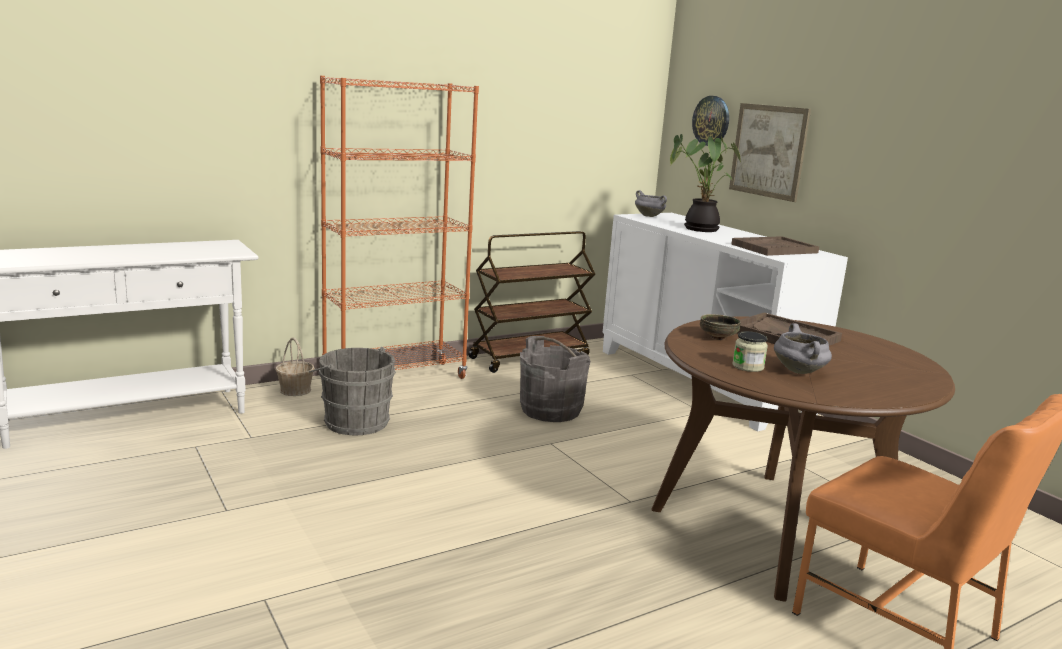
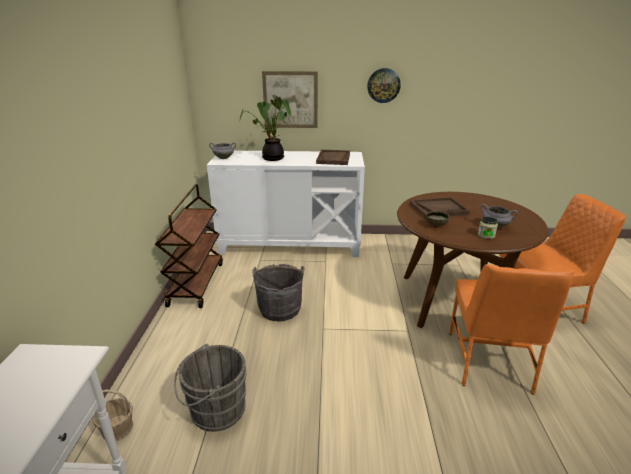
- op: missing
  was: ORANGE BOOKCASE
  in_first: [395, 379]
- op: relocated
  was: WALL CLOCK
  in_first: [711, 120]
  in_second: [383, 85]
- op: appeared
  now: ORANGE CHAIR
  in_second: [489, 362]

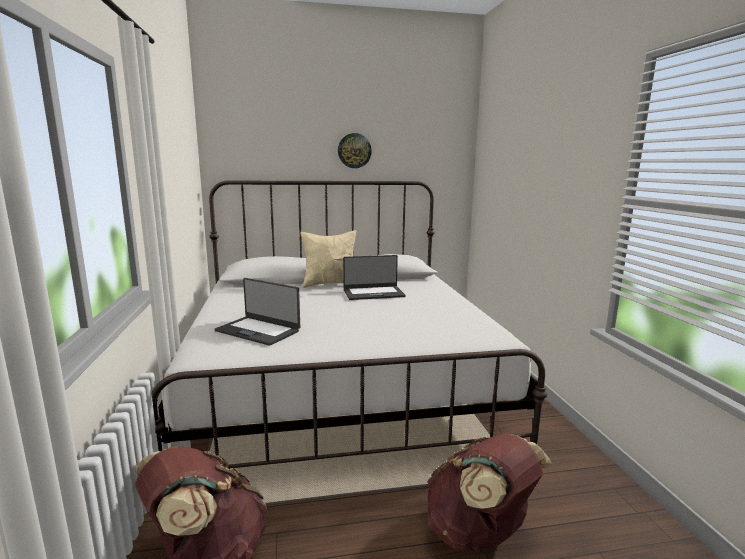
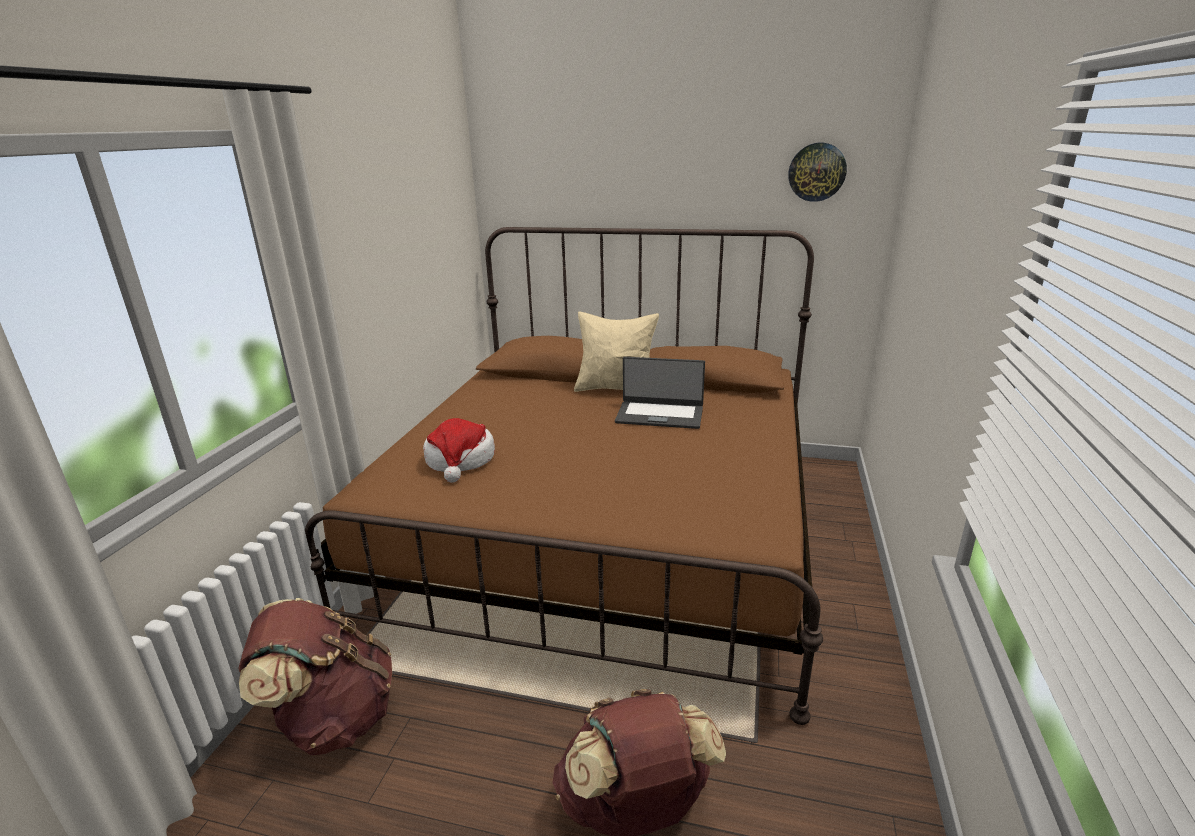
- op: colour
  was: WHITE BED
  now: BROWN BED
  in_first: [340, 383]
  in_second: [604, 530]
- op: exchanged
  was: LAPTOP
  now: HAT
  in_first: [258, 330]
  in_second: [460, 460]
- op: relocated
  was: WALL CLOCK
  in_first: [354, 150]
  in_second: [817, 172]

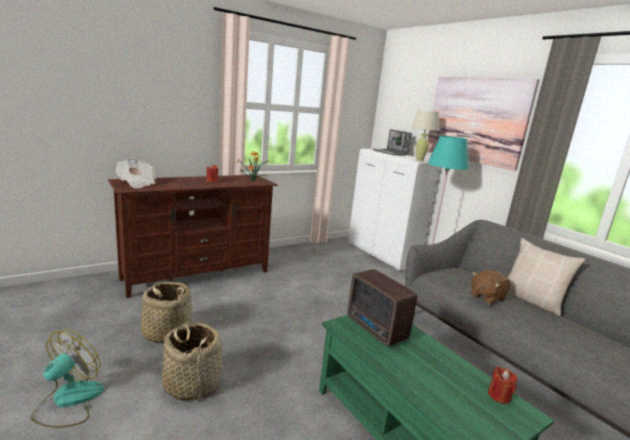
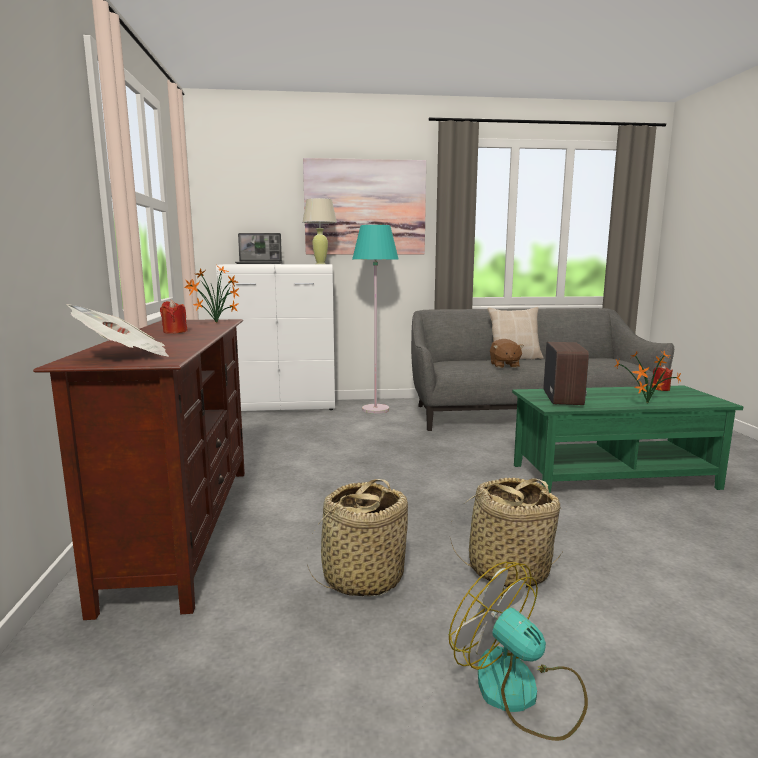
- op: spun
  was: RADIO
  in_first: [376, 329]
  in_second: [563, 398]
  clockwise: -75
- op: appeared
  now: POTTED PLANT
  in_second: [646, 403]

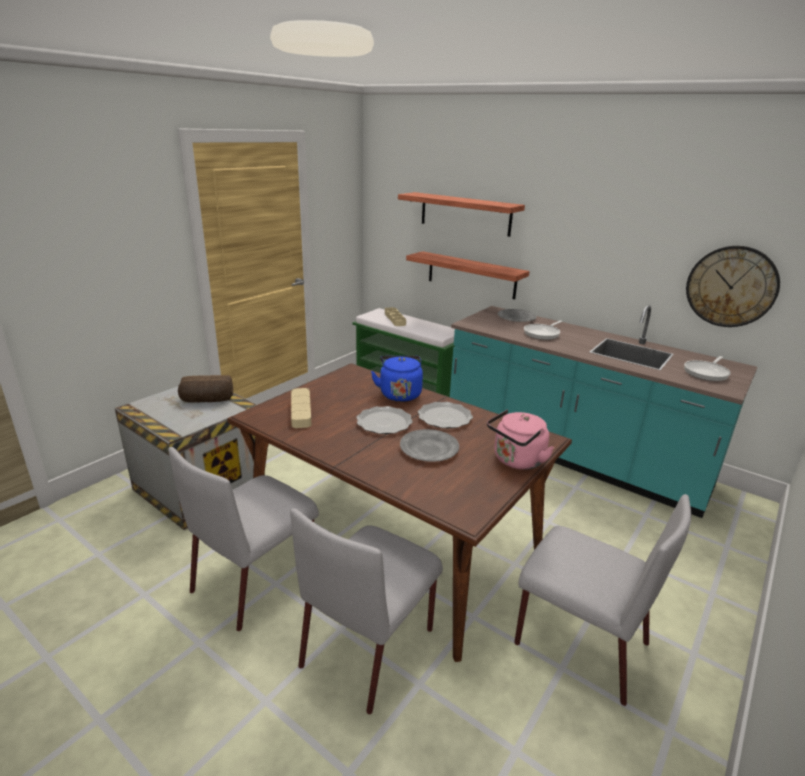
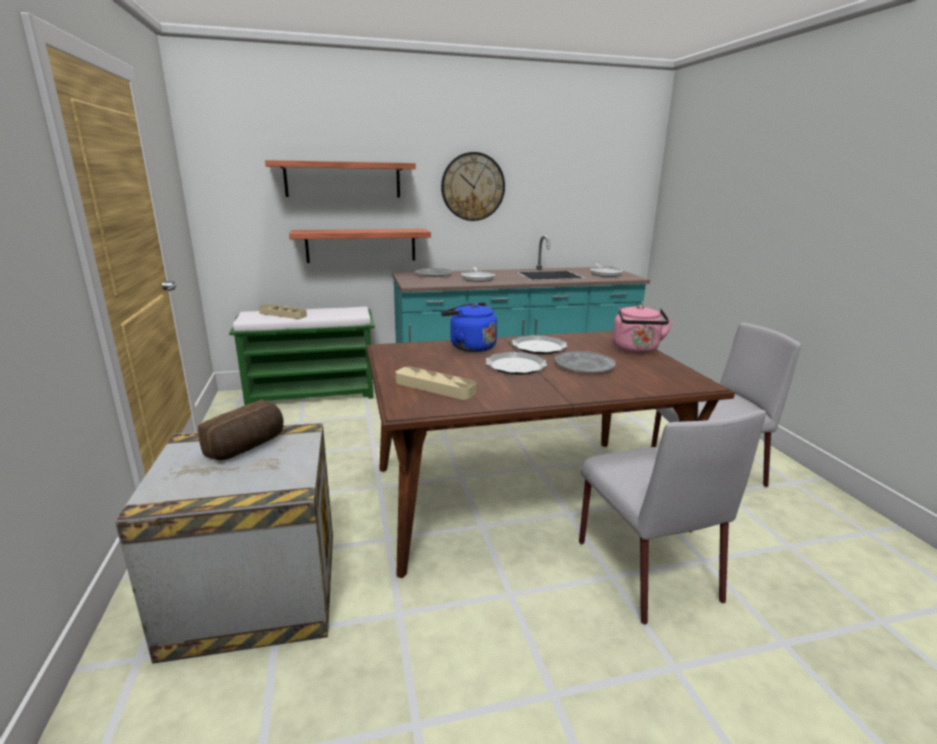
- op: missing
  was: GREY CHAIR
  in_first: [256, 579]
- op: relocated
  was: WALL CLOCK
  in_first: [731, 286]
  in_second: [473, 187]

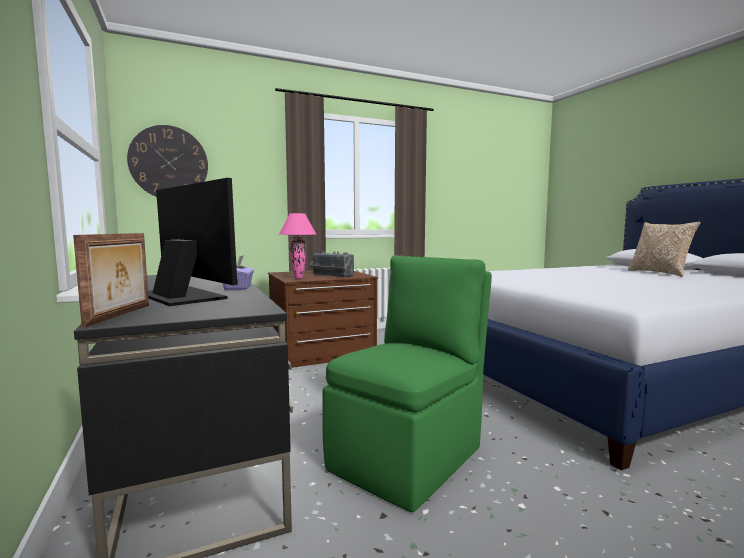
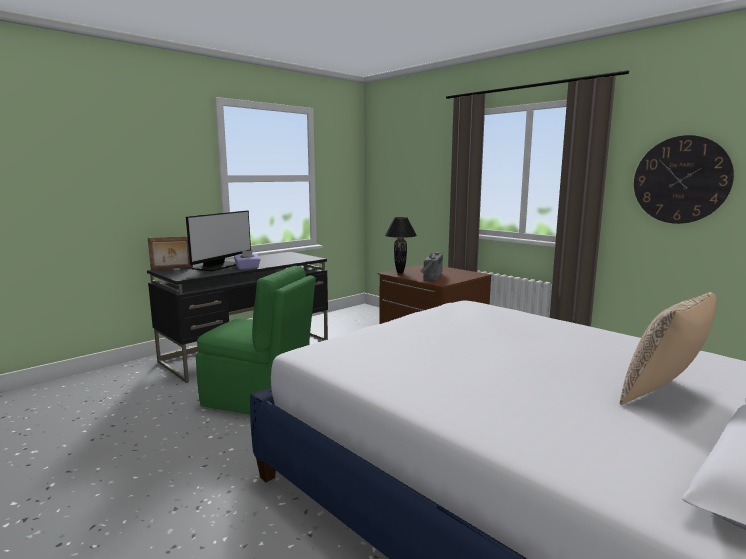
- op: relocated
  was: WALL CLOCK
  in_first: [169, 163]
  in_second: [681, 180]
- op: colour
  was: PINK TABLE LAMP
  now: BLACK TABLE LAMP
  in_first: [298, 278]
  in_second: [400, 272]

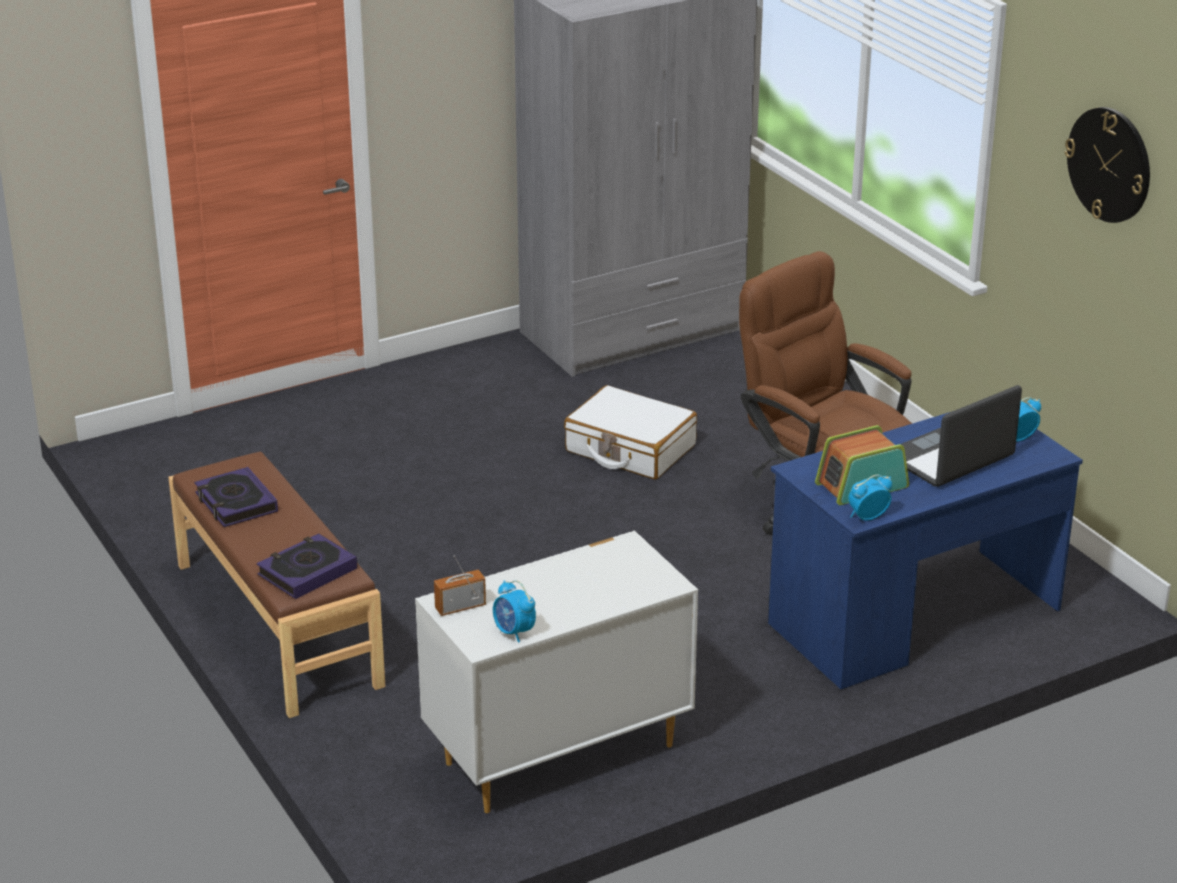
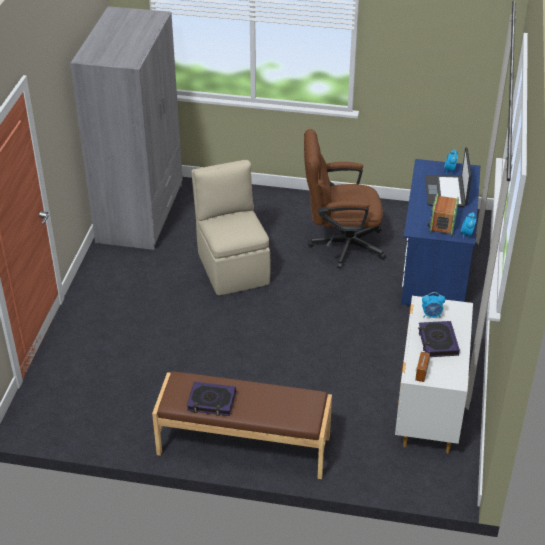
- op: relocated
  was: BOOK
  in_first: [307, 572]
  in_second: [437, 342]
- op: relocated
  was: ALARM CLOCK
  in_first: [514, 632]
  in_second: [431, 315]
- op: exchanged
  was: WHITE SUITCASE
  now: BEIGE CHAIR
  in_first: [630, 449]
  in_second: [232, 267]
- op: missing
  was: WALL CLOCK
  in_first: [1109, 164]

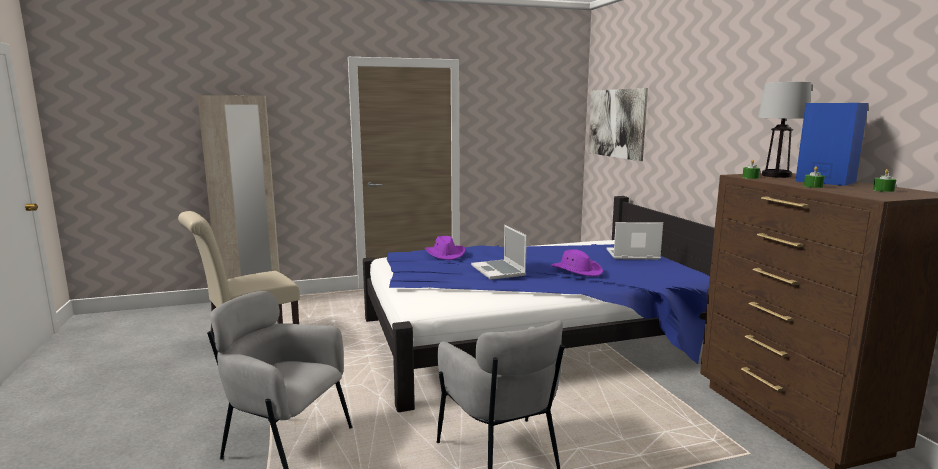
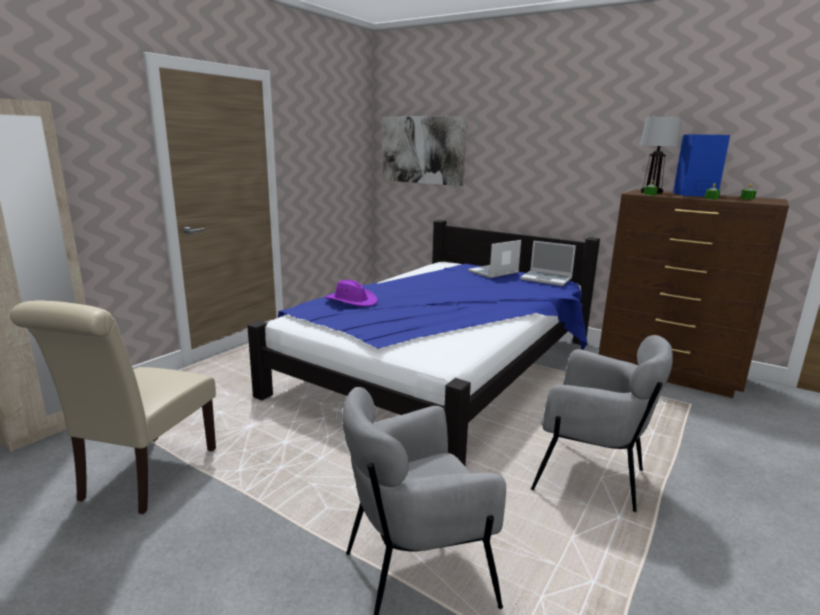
- op: relocated
  was: LAPTOP
  in_first: [499, 271]
  in_second: [547, 279]
- op: missing
  was: PURPLE HAT
  in_first: [576, 270]

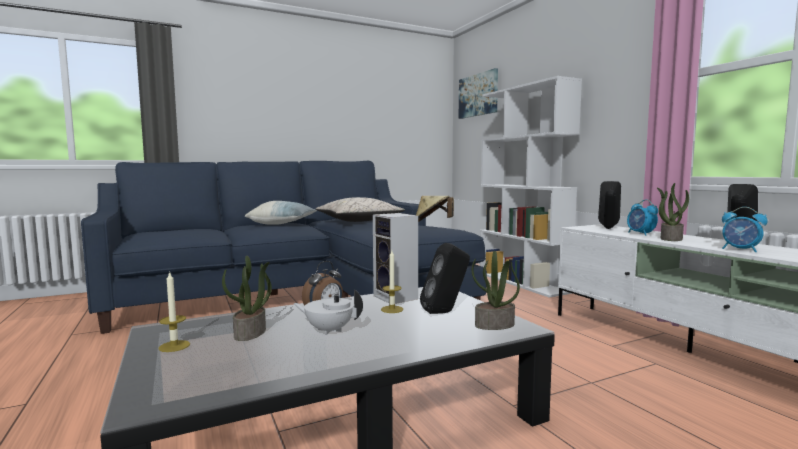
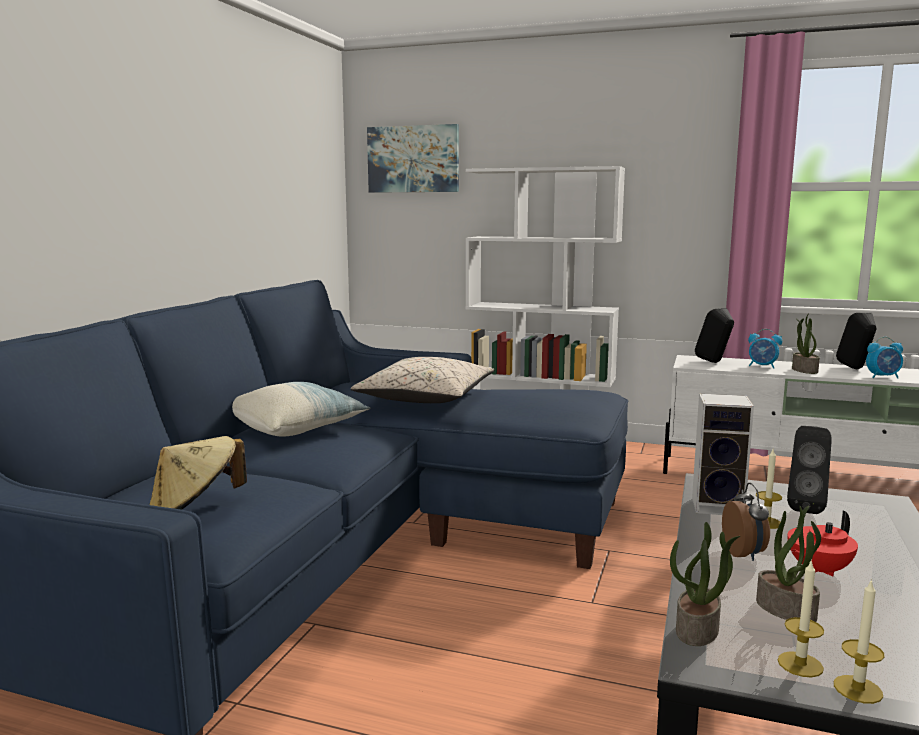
- op: colour
  was: WHITE TEAPOT
  now: RED TEAPOT
  in_first: [329, 330]
  in_second: [817, 570]
- op: relocated
  was: BEIGE HAT
  in_first: [432, 223]
  in_second: [195, 508]
- op: relocated
  was: POTTED PLANT
  in_first: [494, 325]
  in_second: [698, 630]
- op: appeared
  now: CANDLE
  in_second: [857, 689]

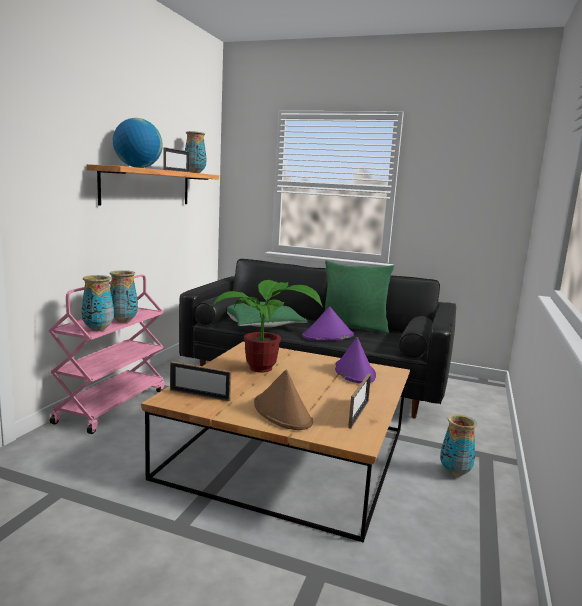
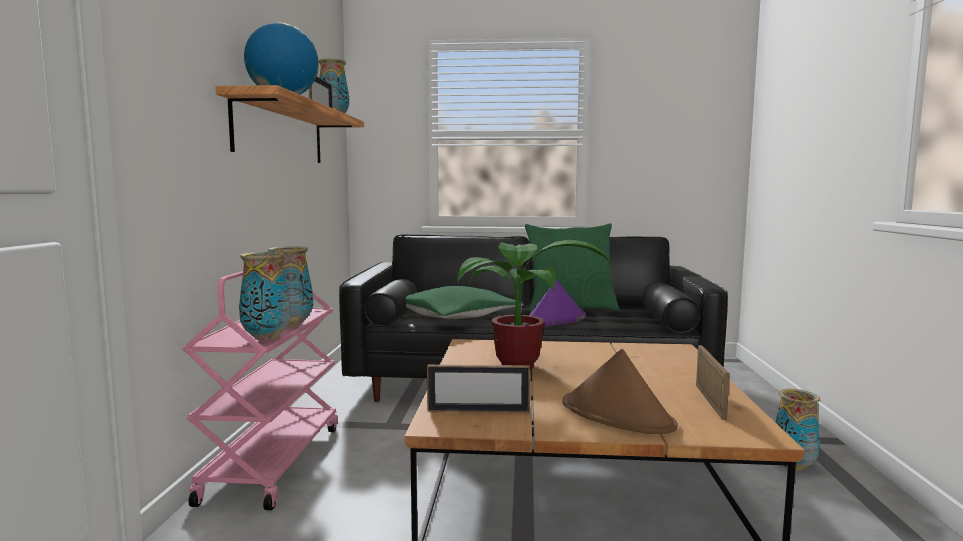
- op: missing
  was: PURPLE HAT
  in_first: [354, 372]

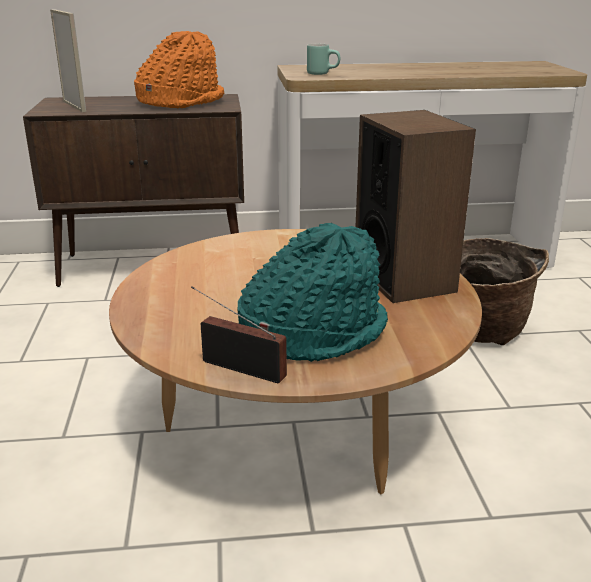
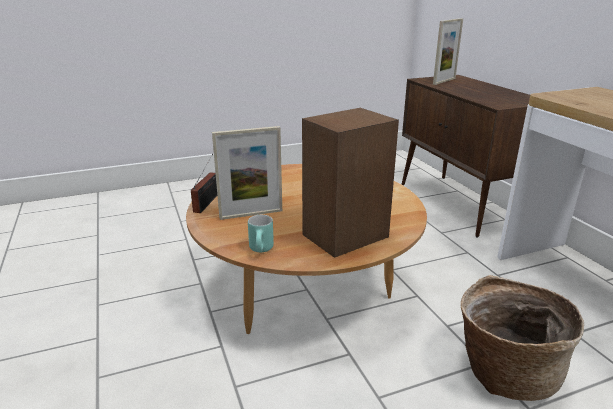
- op: missing
  was: ORANGE HAT
  in_first: [181, 102]
- op: exchanged
  was: TURQUOISE HAT
  now: PICTURE FRAME
  in_first: [313, 332]
  in_second: [251, 214]
- op: relocated
  was: TURQUOISE MUG
  in_first: [323, 73]
  in_second: [262, 250]

